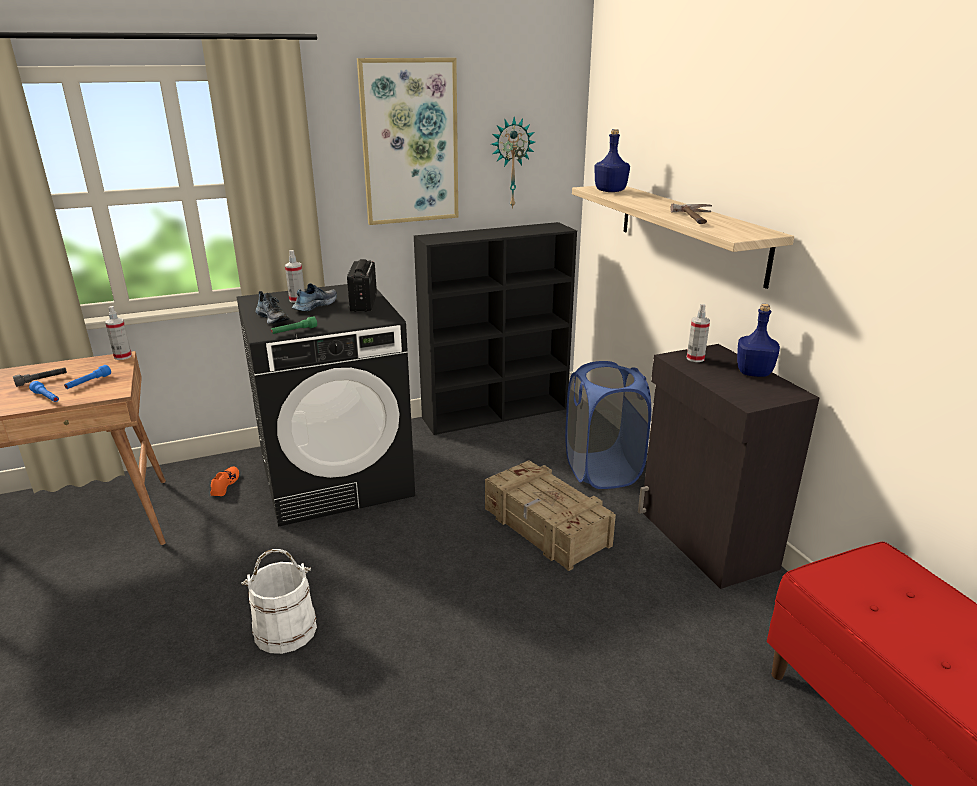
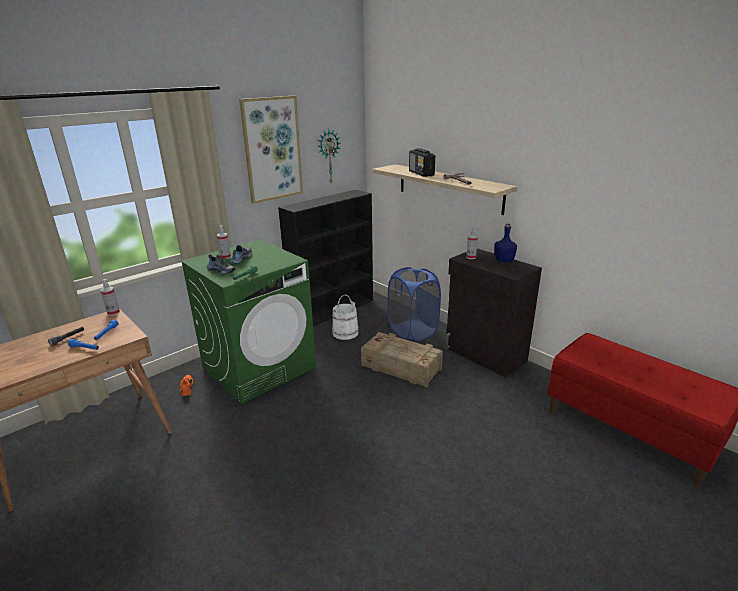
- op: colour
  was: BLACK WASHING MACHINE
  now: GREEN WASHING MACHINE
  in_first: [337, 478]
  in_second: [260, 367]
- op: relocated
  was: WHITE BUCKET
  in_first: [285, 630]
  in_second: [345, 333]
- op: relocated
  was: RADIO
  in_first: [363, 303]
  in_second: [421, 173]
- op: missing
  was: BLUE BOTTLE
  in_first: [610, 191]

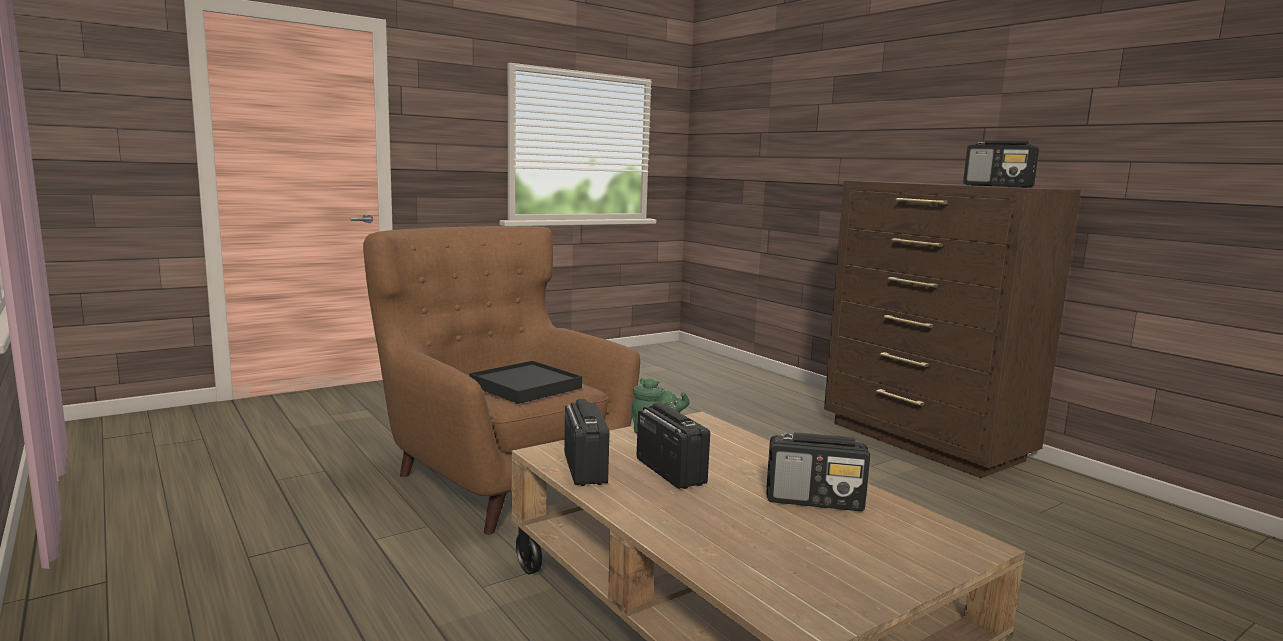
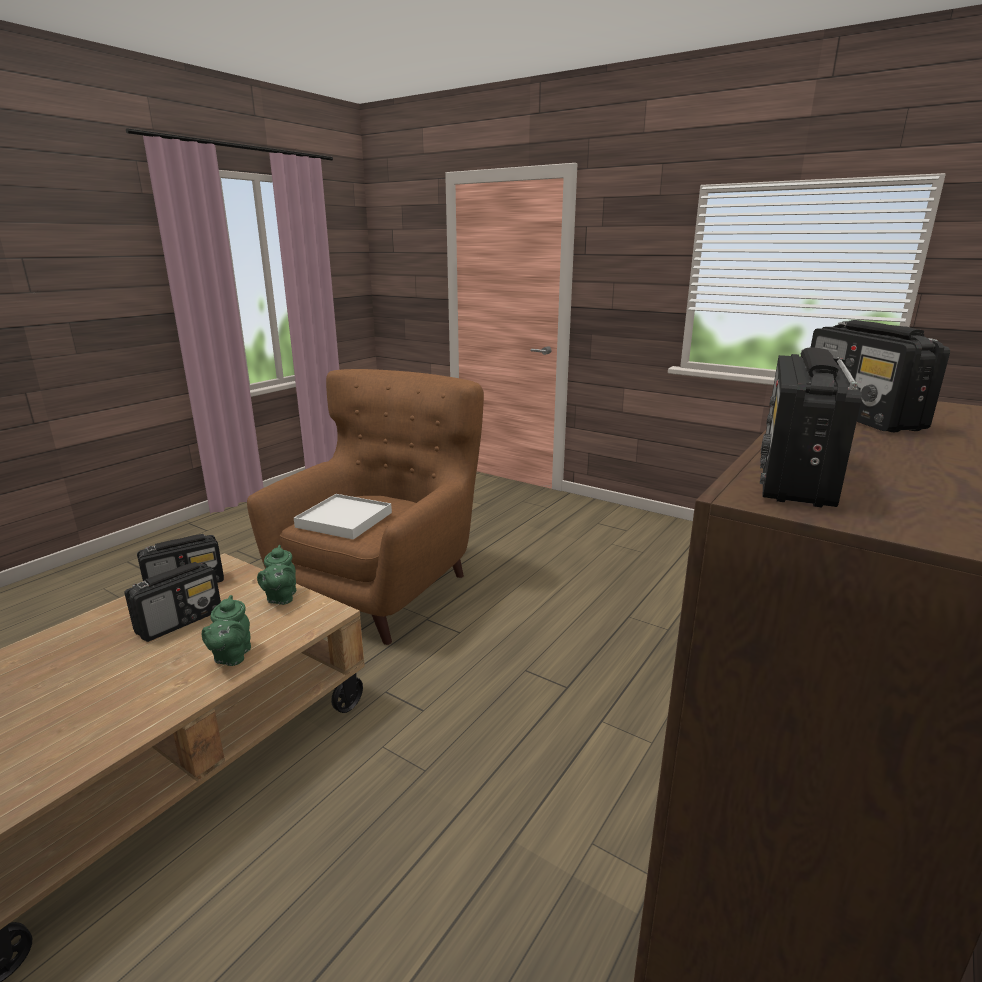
- op: colour
  was: BLACK TRAY
  now: WHITE TRAY
  in_first: [525, 386]
  in_second: [344, 520]
- op: relocated
  was: RADIO
  in_first: [815, 500]
  in_second: [860, 416]
- op: appeared
  now: GREEN TEAPOT
  in_second: [231, 656]

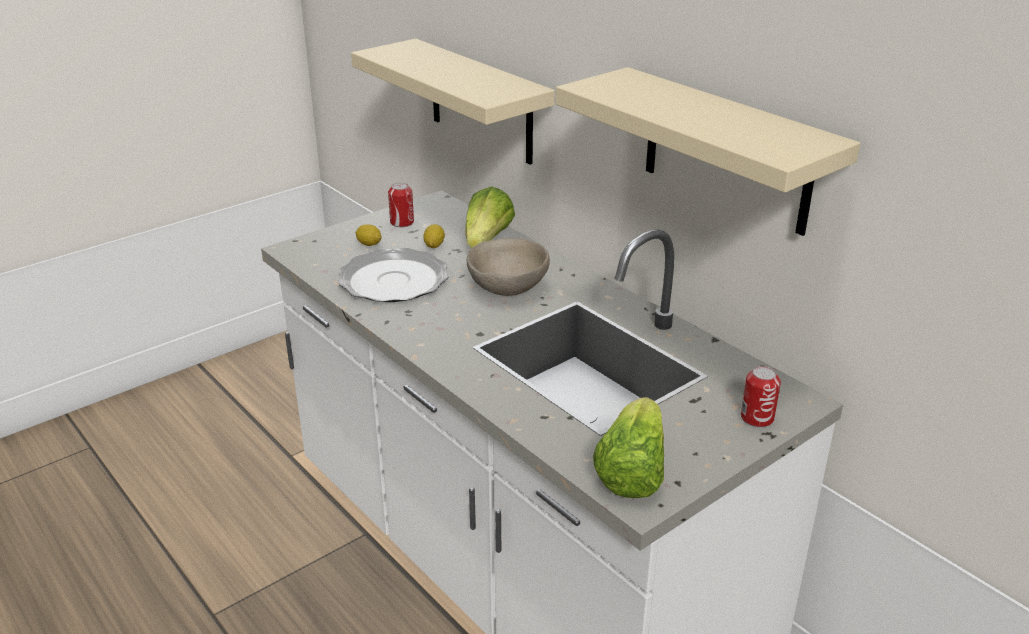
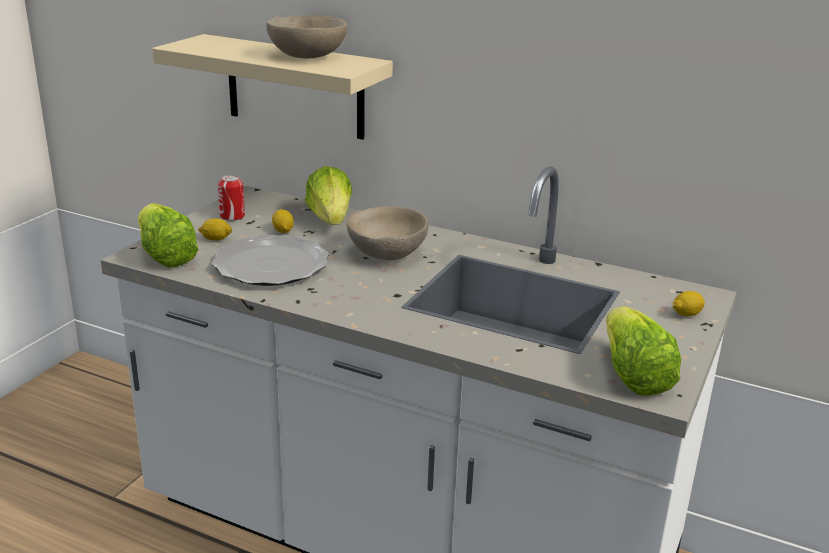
- op: missing
  was: BEIGE SHELF
  in_first: [726, 151]
- op: exchanged
  was: CAN
  now: LEMON
  in_first: [757, 418]
  in_second: [687, 314]
- op: appeared
  now: LETTUCE
  in_second: [165, 256]
- op: appeared
  now: BEIGE BOWL
  in_second: [308, 57]

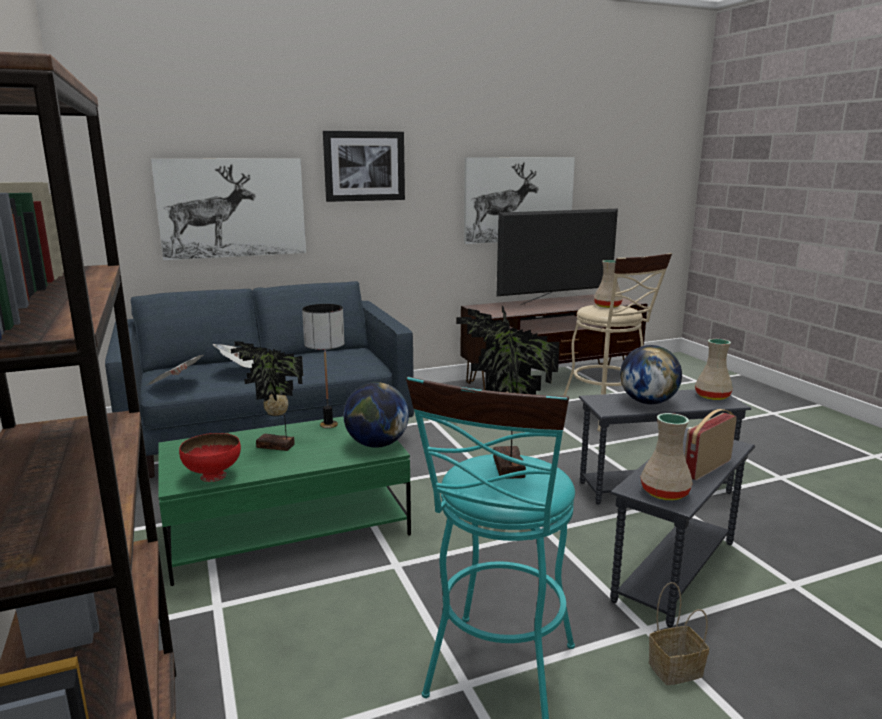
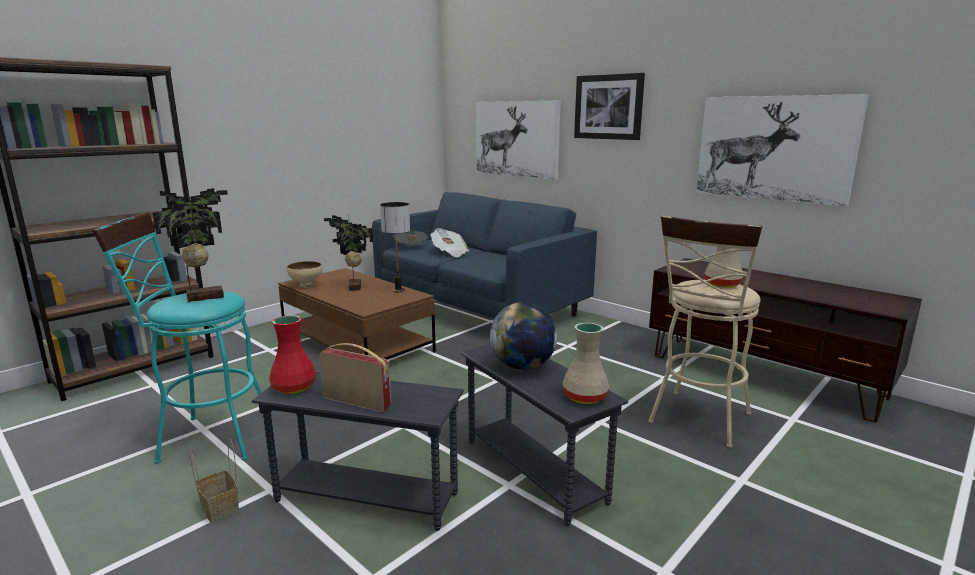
- op: colour
  was: GREEN COFFEE TABLE
  now: BROWN COFFEE TABLE
  in_first: [287, 527]
  in_second: [357, 343]
- op: colour
  was: RED BOWL
  now: BEIGE BOWL
  in_first: [212, 476]
  in_second: [306, 285]
- op: missing
  was: GLOBE
  in_first: [377, 444]
- op: missing
  was: TELEVISION
  in_first: [555, 301]
- op: colour
  was: BEIGE VASE
  now: RED VASE
  in_first: [664, 492]
  in_second: [295, 387]

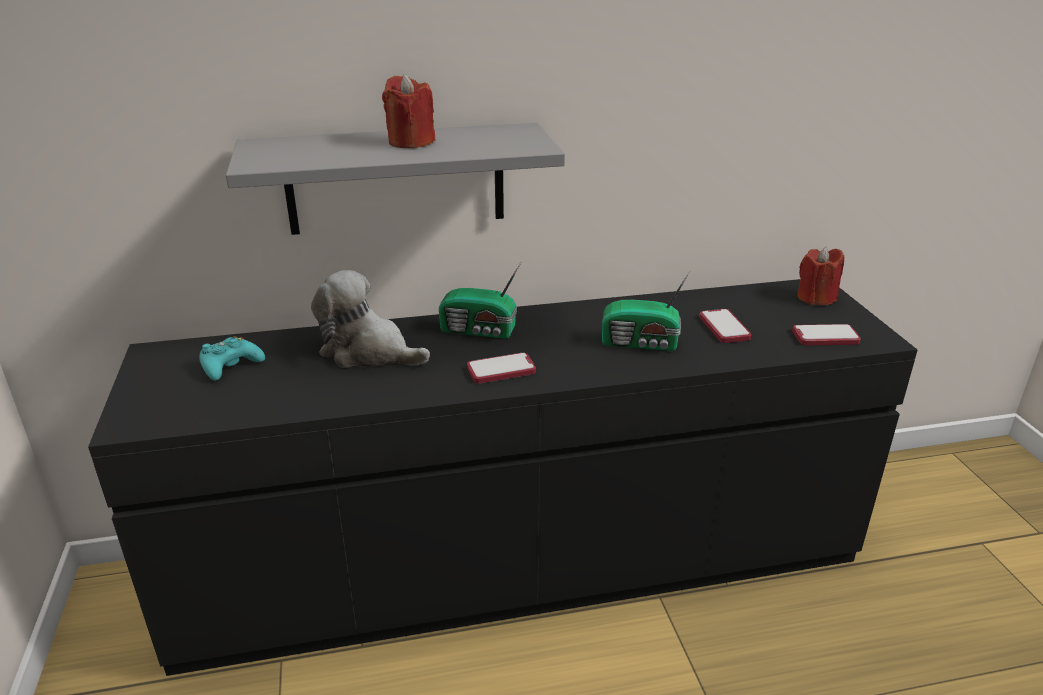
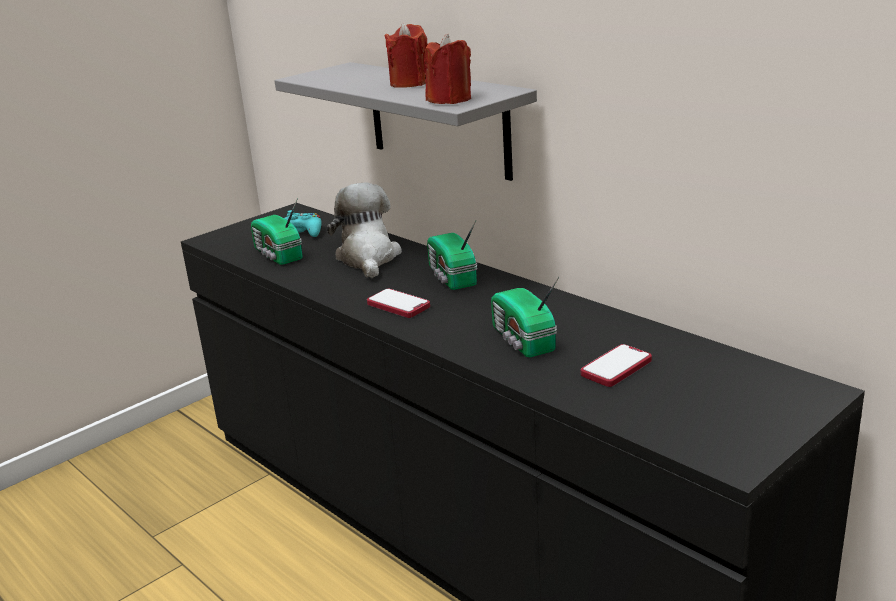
- op: missing
  was: PHONE
  in_first: [825, 337]
- op: relocated
  was: RED CANDLE
  in_first: [816, 298]
  in_second: [449, 100]
- op: appeared
  now: RADIO
  in_second: [277, 255]

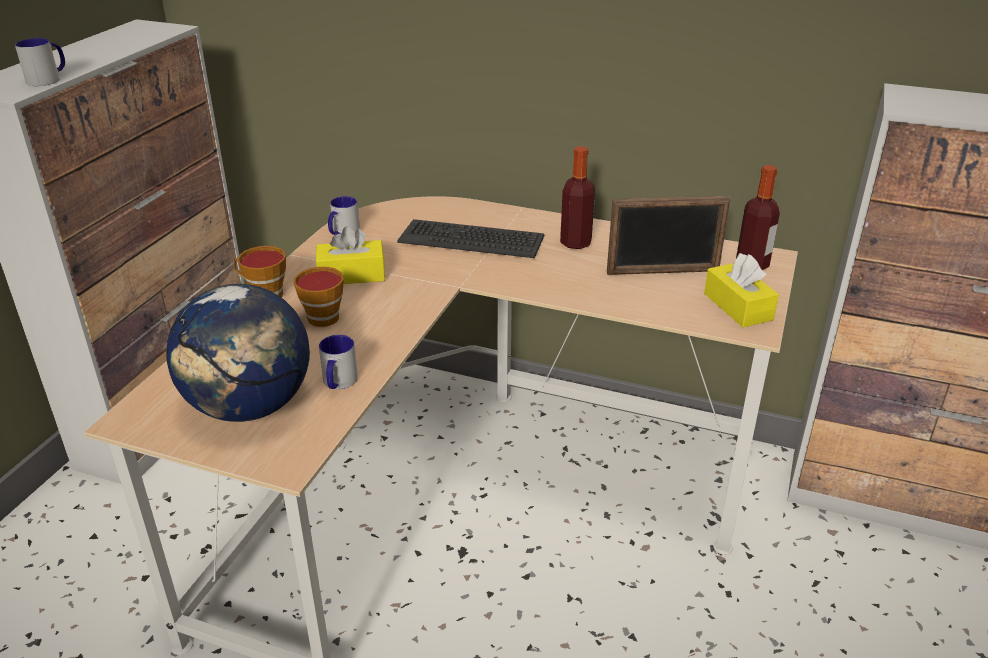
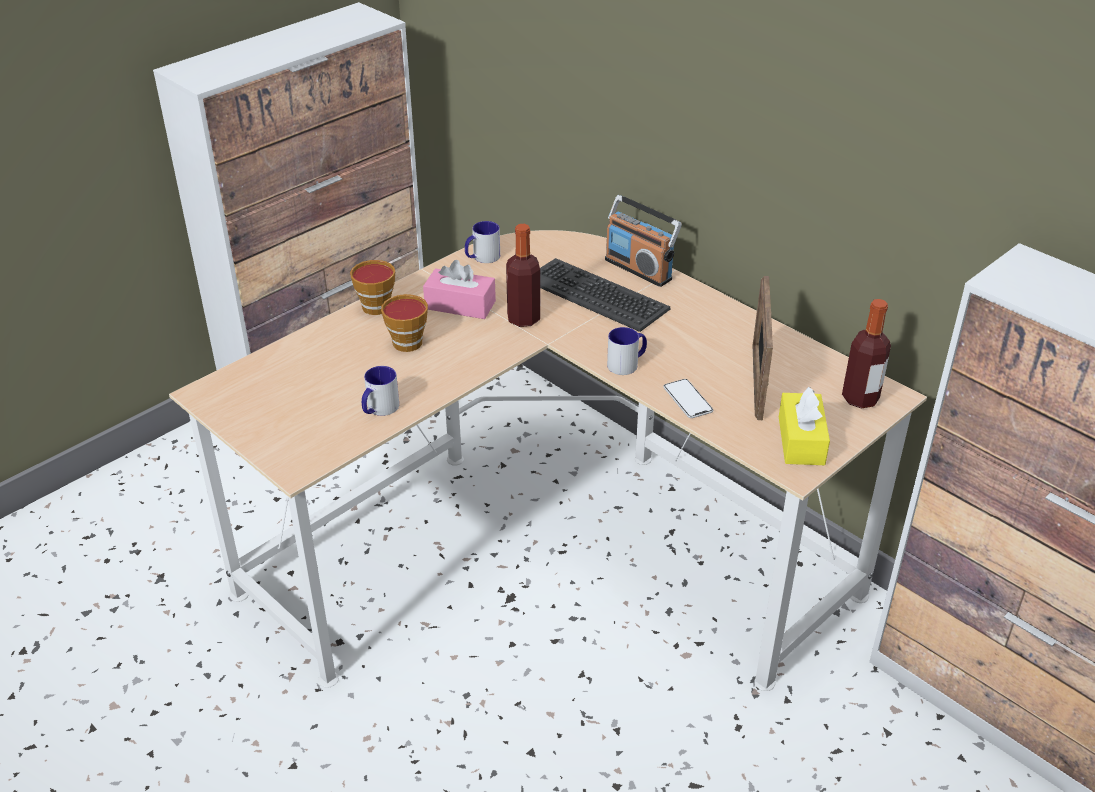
- op: relocated
  was: MUG
  in_first: [48, 79]
  in_second: [627, 364]
- op: missing
  was: GLOBE
  in_first: [250, 407]
- op: colour
  was: YELLOW TISSUE BOX
  now: PINK TISSUE BOX
  in_first: [351, 275]
  in_second: [460, 305]
- op: relocated
  was: BOTTLE
  in_first: [575, 243]
  in_second: [523, 319]
- op: spun
  was: PICTURE FRAME
  in_first: [663, 272]
  in_second: [757, 381]
  clockwise: 75
- op: appeared
  now: RADIO
  in_second: [639, 269]
- op: appeared
  now: PHONE
  in_second: [687, 399]

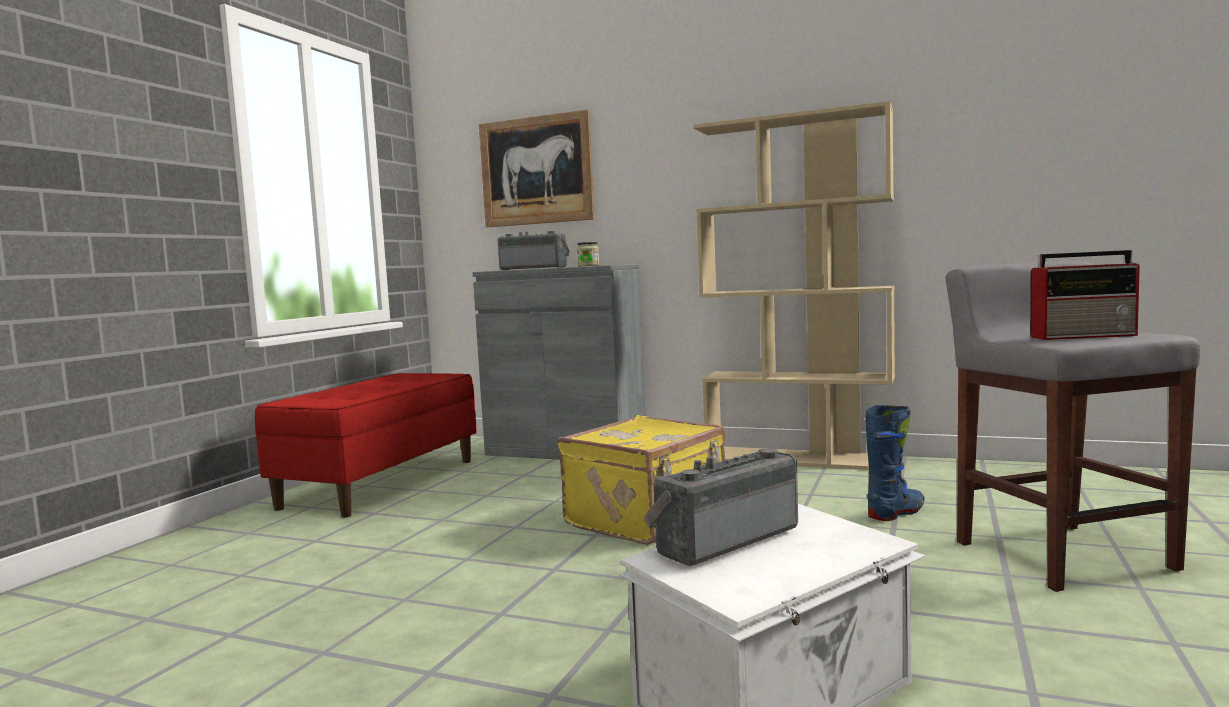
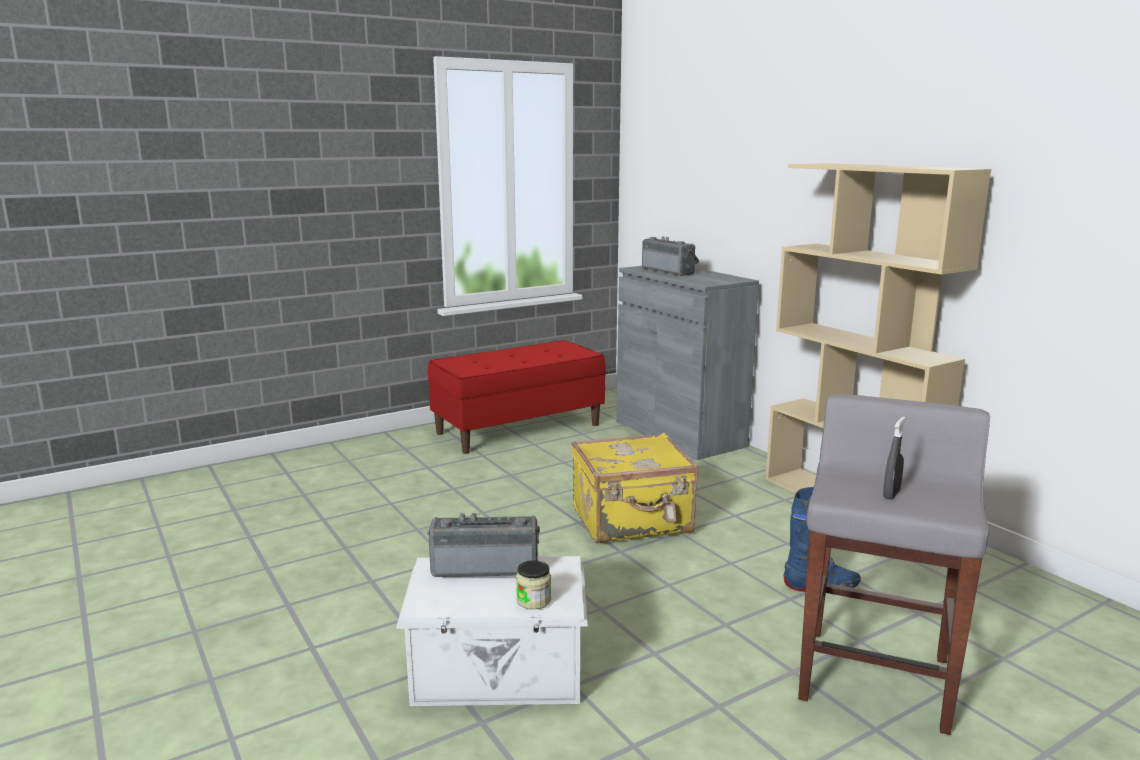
- op: missing
  was: PICTURE
  in_first: [536, 171]
- op: relocated
  was: JAR
  in_first: [588, 266]
  in_second: [533, 600]
- op: exchanged
  was: RADIO
  now: GREY SPRAY BOTTLE
  in_first: [1084, 336]
  in_second: [891, 494]

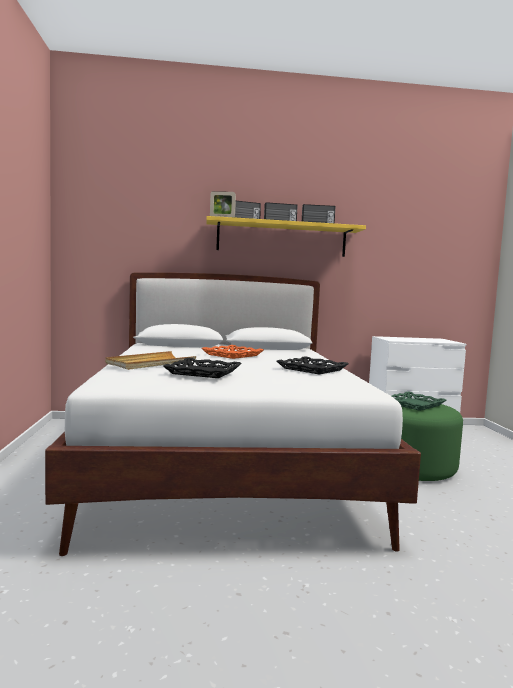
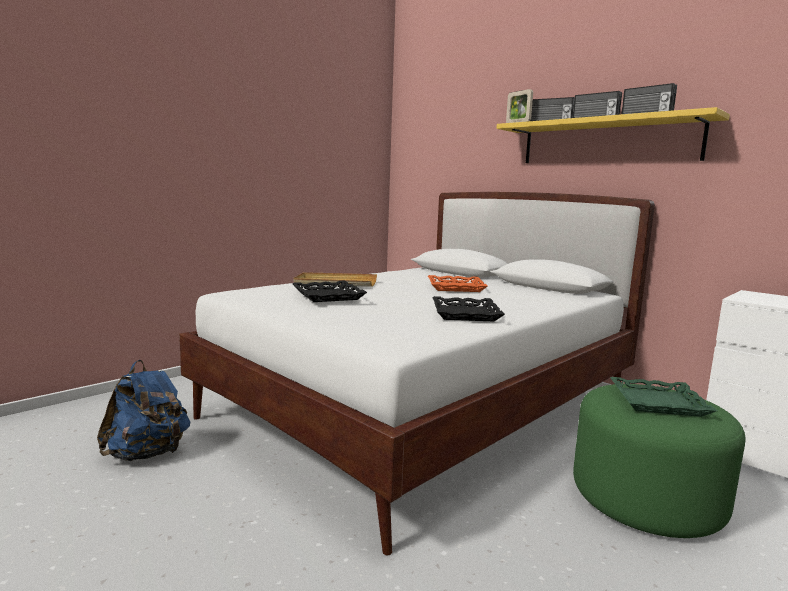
- op: appeared
  now: BLUE BACKPACK
  in_second: [147, 454]

